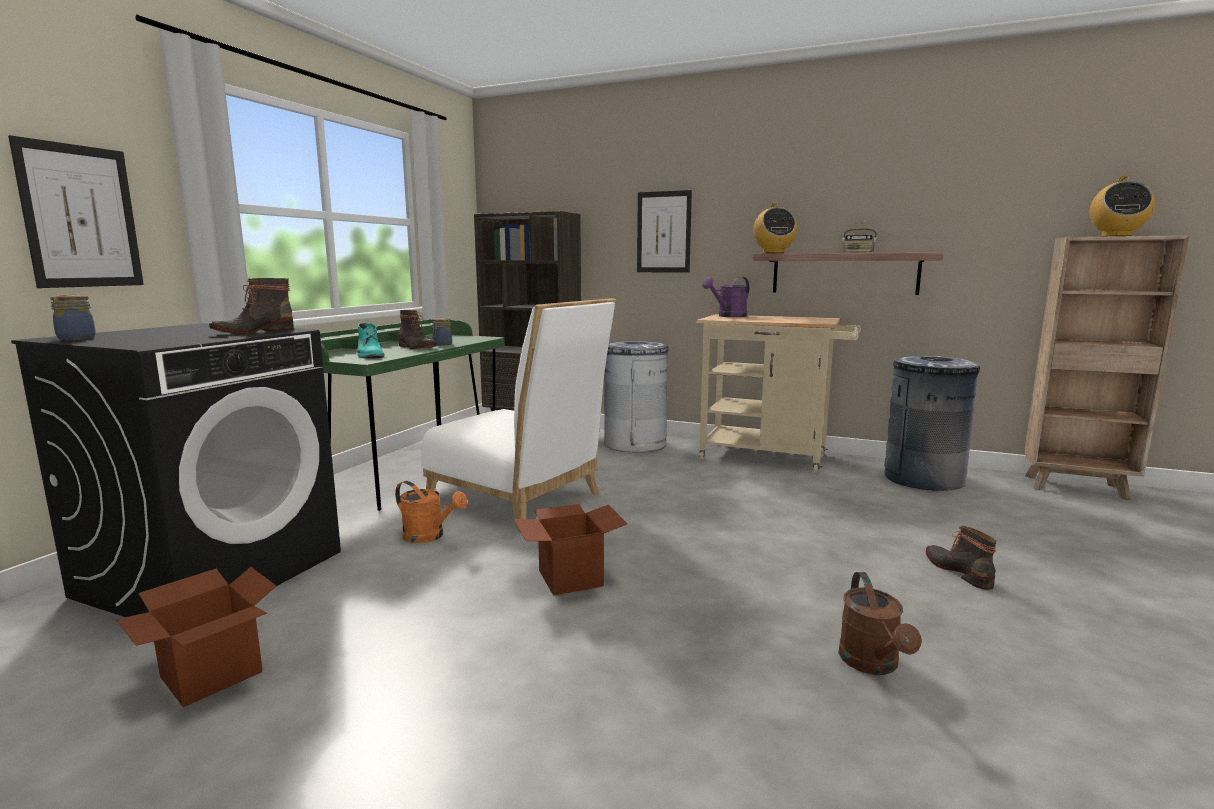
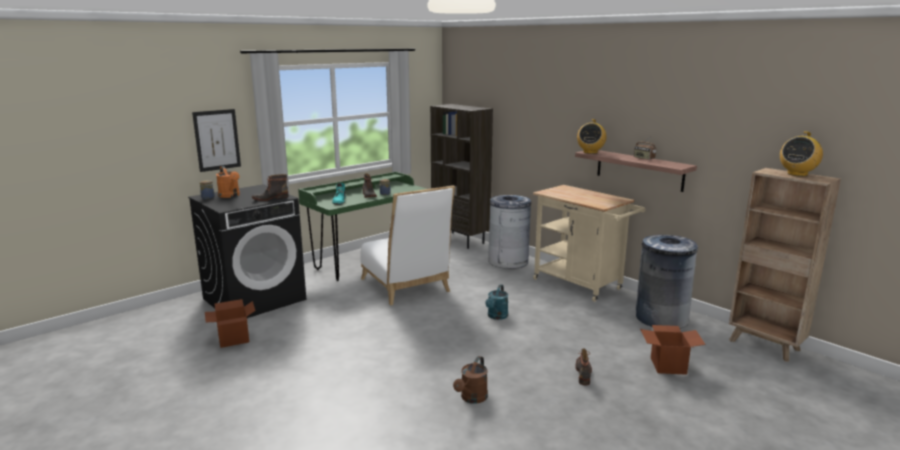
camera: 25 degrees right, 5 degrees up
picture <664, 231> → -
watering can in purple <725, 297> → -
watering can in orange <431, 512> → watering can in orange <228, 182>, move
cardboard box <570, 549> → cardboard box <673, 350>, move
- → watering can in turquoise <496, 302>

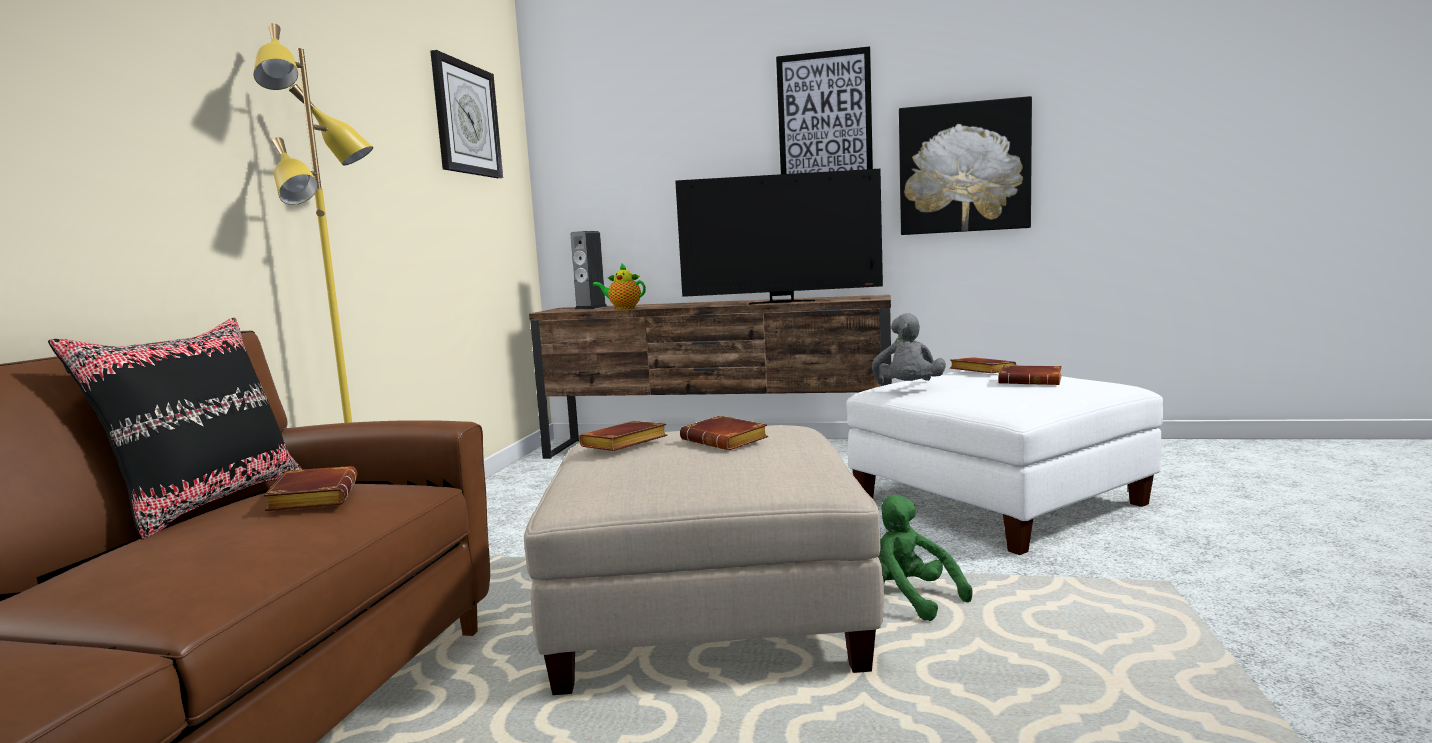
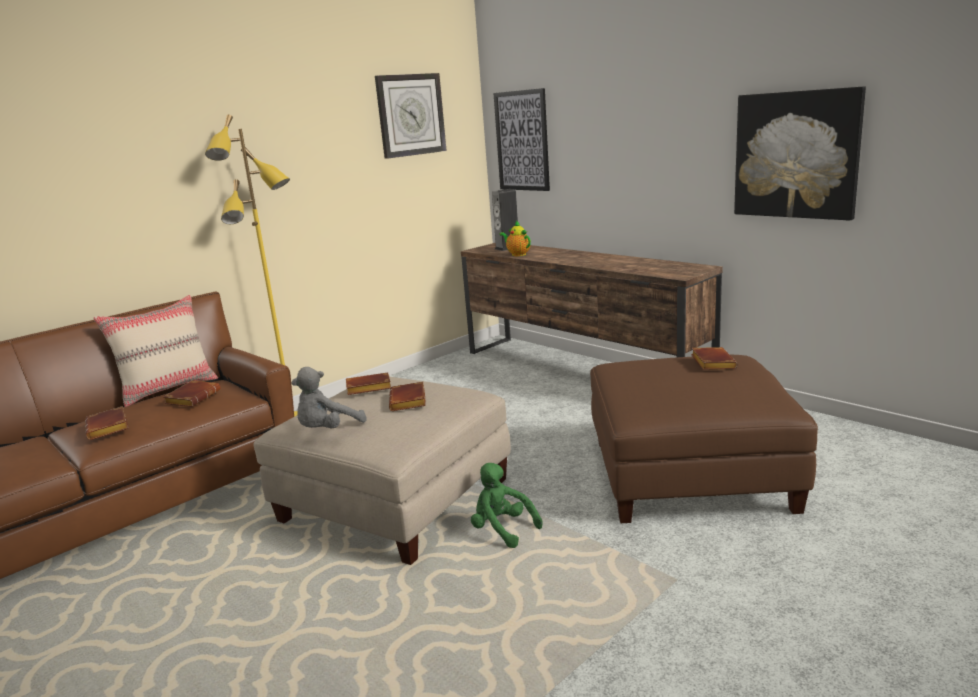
camera: 35 degrees right, 10 degrees up
picture <824, 110> → picture <522, 139>, move
television <779, 237> → -
plush toy in grey <909, 349> → plush toy in grey <329, 397>, move
pillow in black <175, 428> → pillow in beige <155, 351>
book in brown <1030, 375> → book in brown <106, 423>, move
ottoman in white <1005, 462> → ottoman in brown <704, 438>
plush toy in green <925, 558> → plush toy in green <507, 505>, 45 degrees counterclockwise

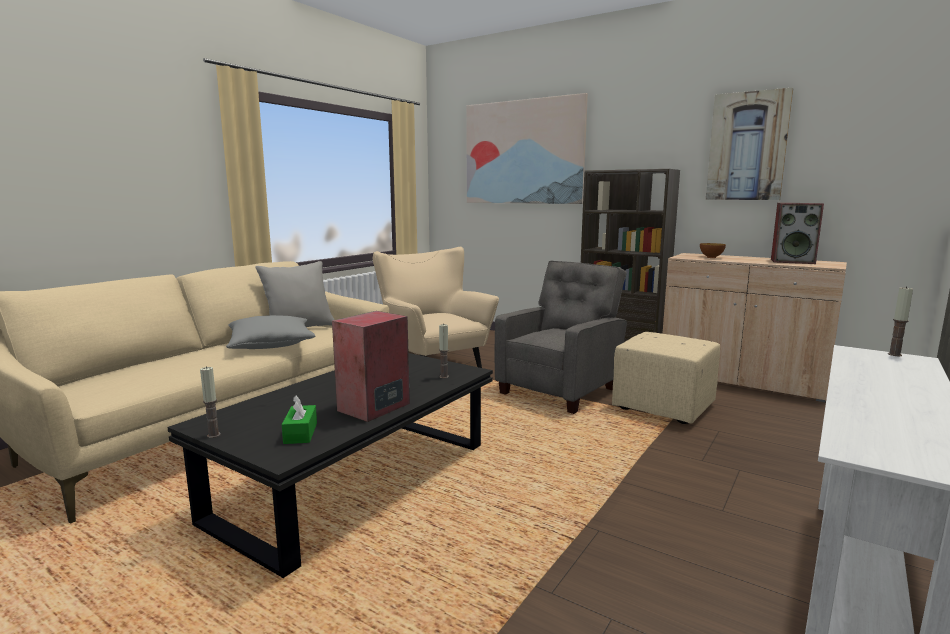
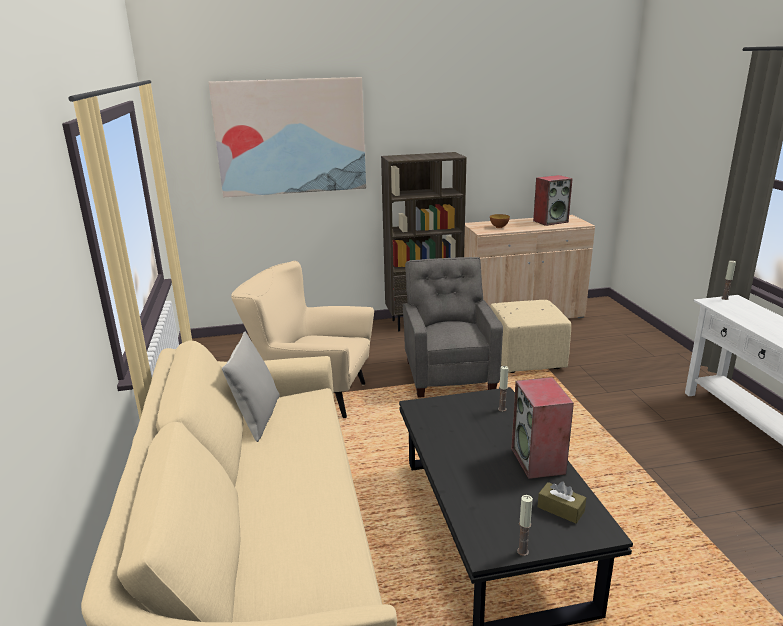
camera: 45 degrees left, 10 degrees up
picture <749, 144> → -
pillow in grey <270, 332> → -
tissue box in green <299, 419> → tissue box in brown <562, 502>

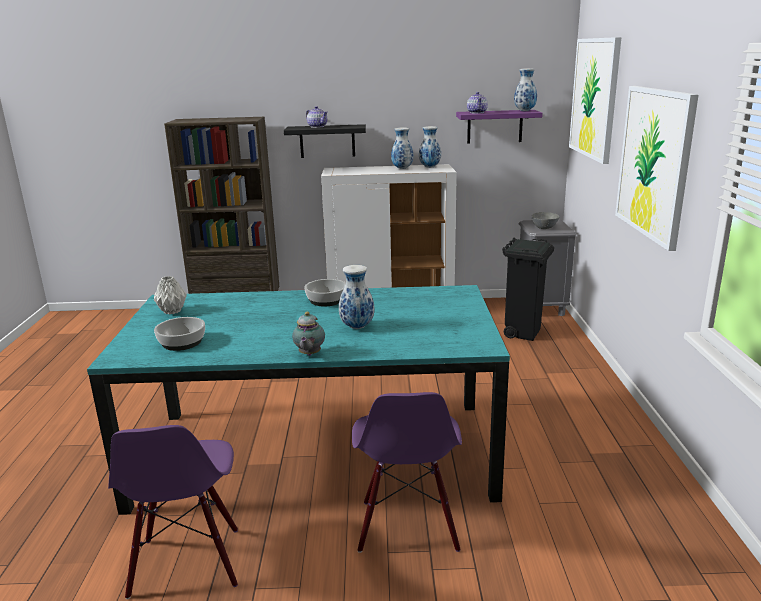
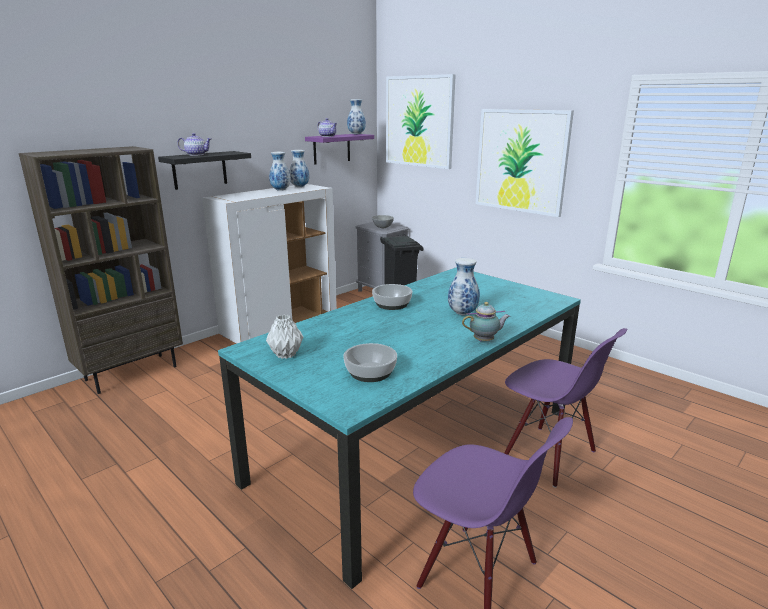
camera: 45 degrees left, 0 degrees up
teapot <308, 334> → teapot <486, 322>, 60 degrees counterclockwise

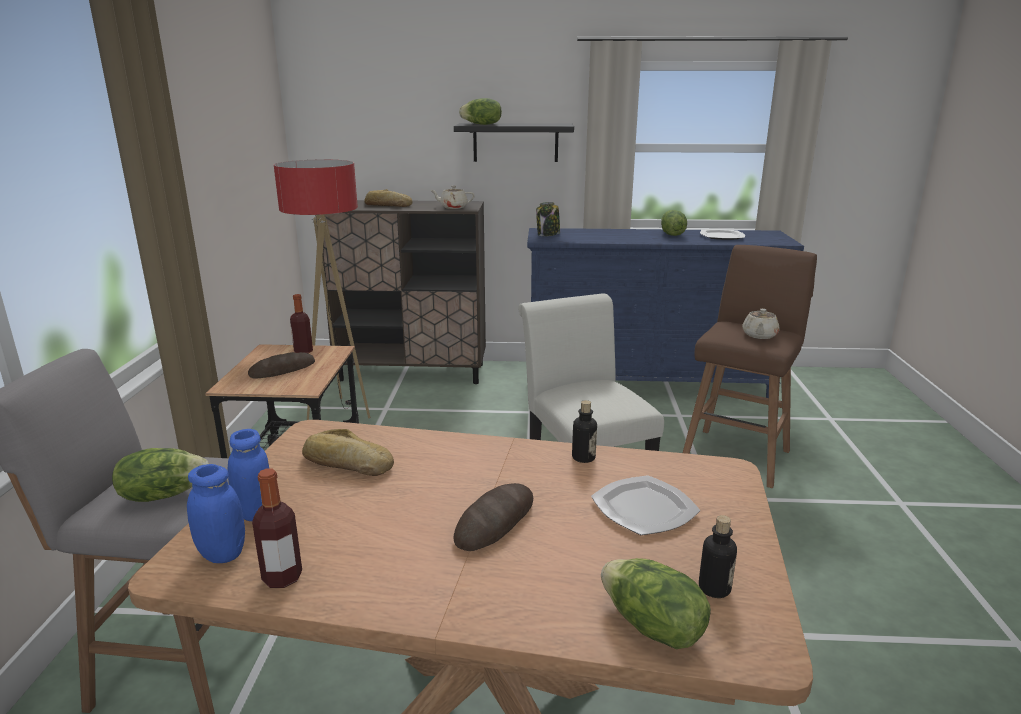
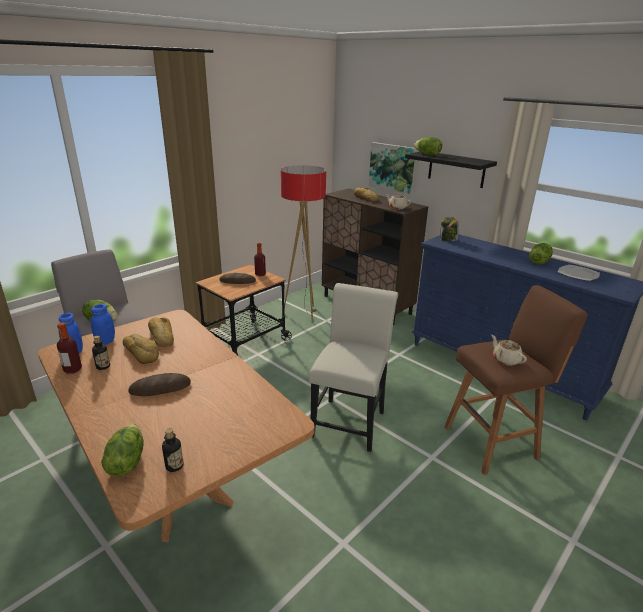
camera: 40 degrees right, 5 degrees up
teapot in beige <760, 324> → teapot in beige <509, 350>, 90 degrees clockwise
bottle <584, 431> → bottle <101, 353>, move
plate <646, 505> → -
- → picture <392, 168>
- → bread <141, 349>

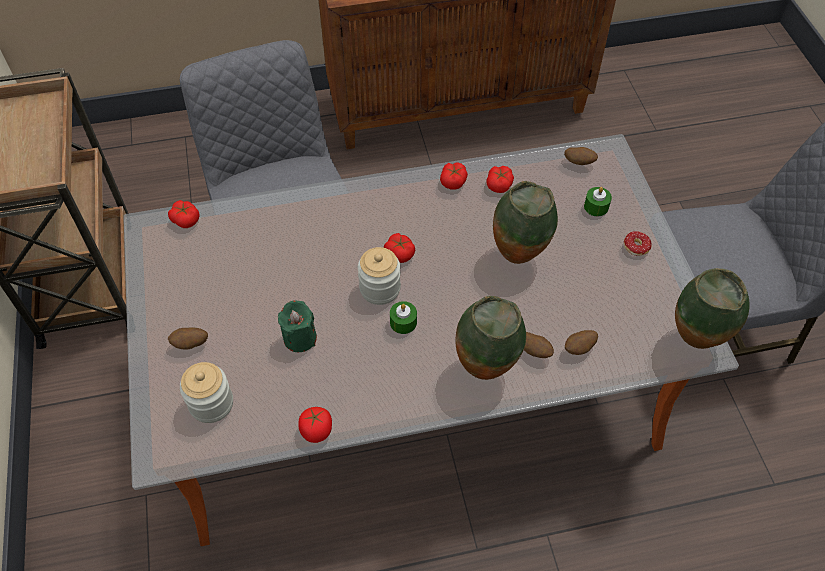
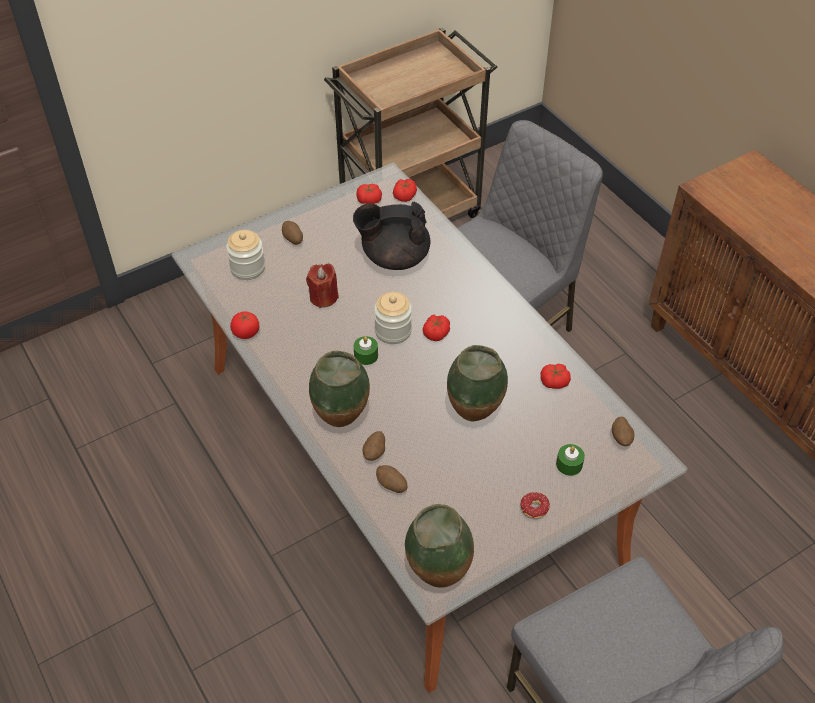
camera: 70 degrees right, 5 degrees down
tomato <454, 176> → tomato <369, 194>, move
candle in green <297, 326> → candle in red <322, 286>
- → teapot in black <392, 236>

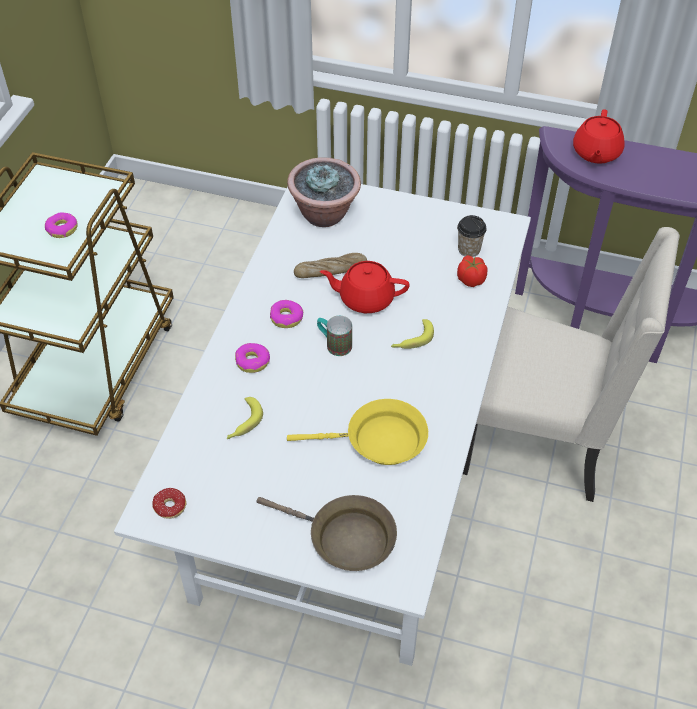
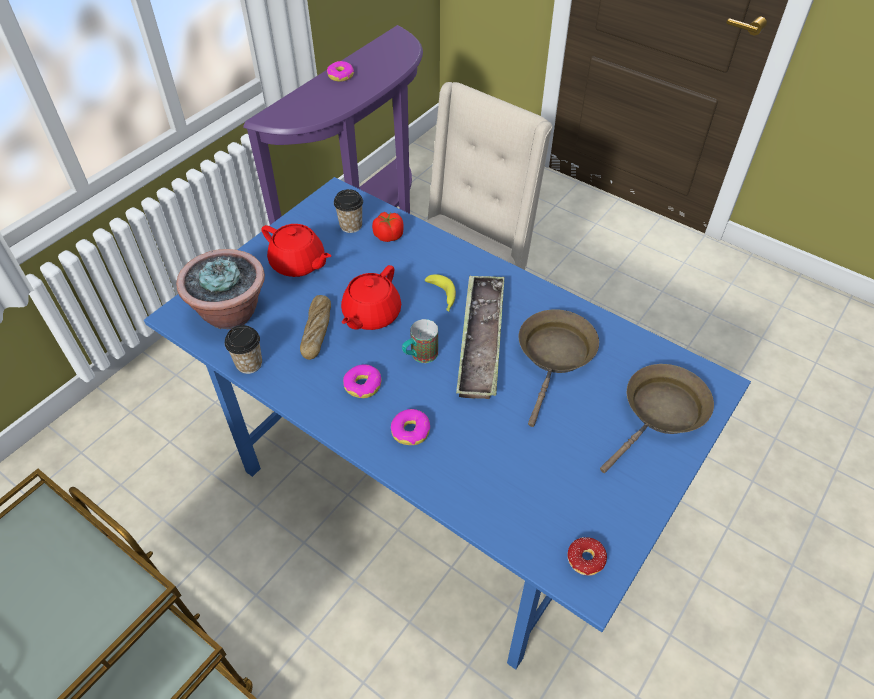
camera: 70 degrees left, 0 degrees up
teapot in red <599, 136> → teapot in red <296, 250>, move
dining table in white <322, 425> → dining table in blue <447, 423>
donut <61, 225> → donut <340, 71>, move
banana <245, 418> → -
frying pan in yellow <357, 432> → frying pan in brown <559, 368>
- → tray <480, 337>
- → cup <243, 349>

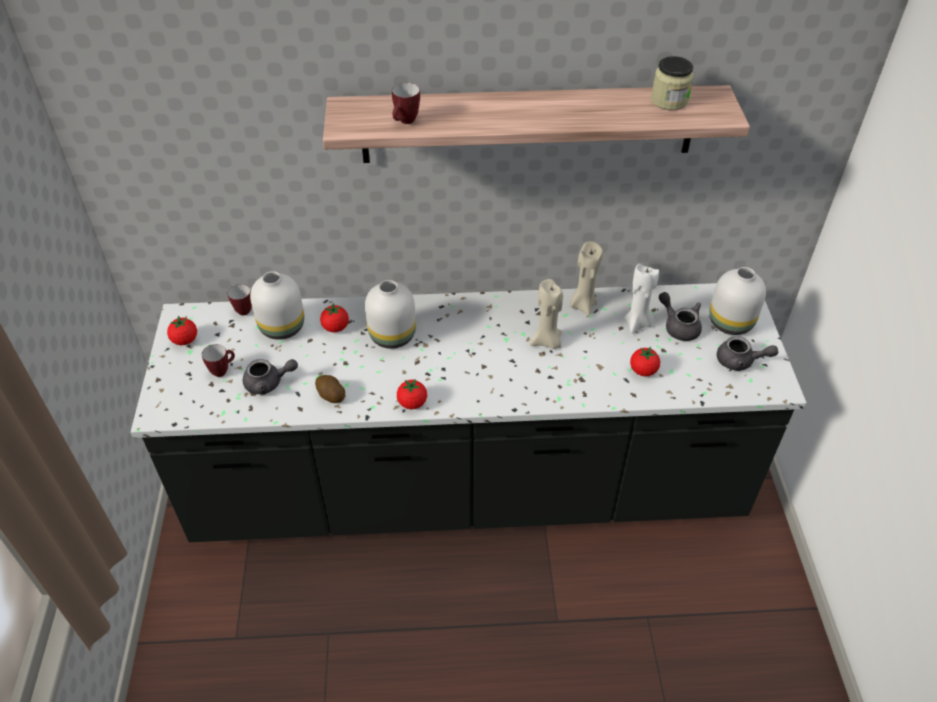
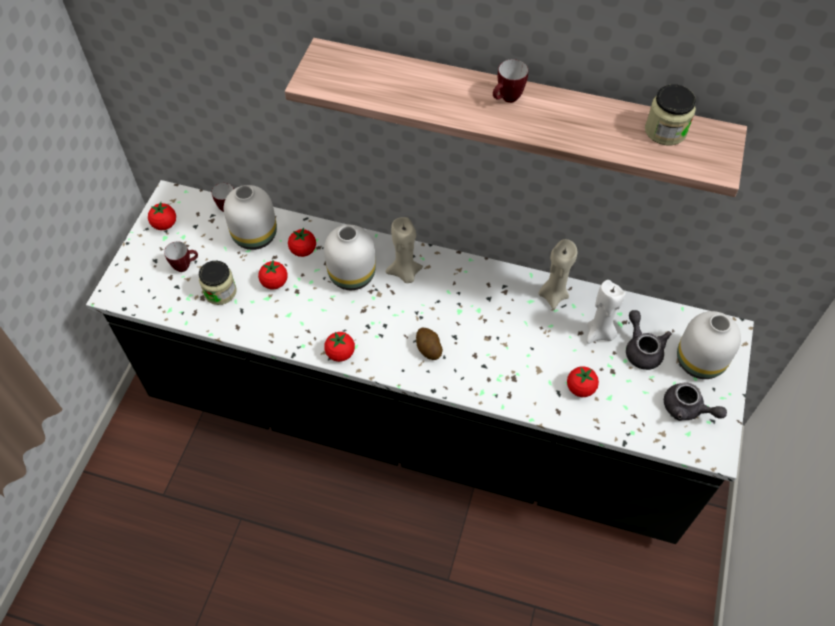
camera: 20 degrees right, 10 degrees up
mug <406, 103> → mug <510, 81>, move
candle in beige <546, 314> → candle in beige <404, 250>, move
teapot in grey <270, 377> → jar <218, 283>
potato <330, 389> → potato <429, 344>, move
- → tomato <273, 274>

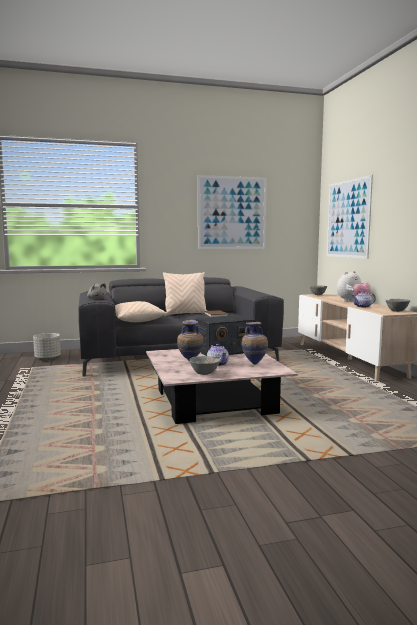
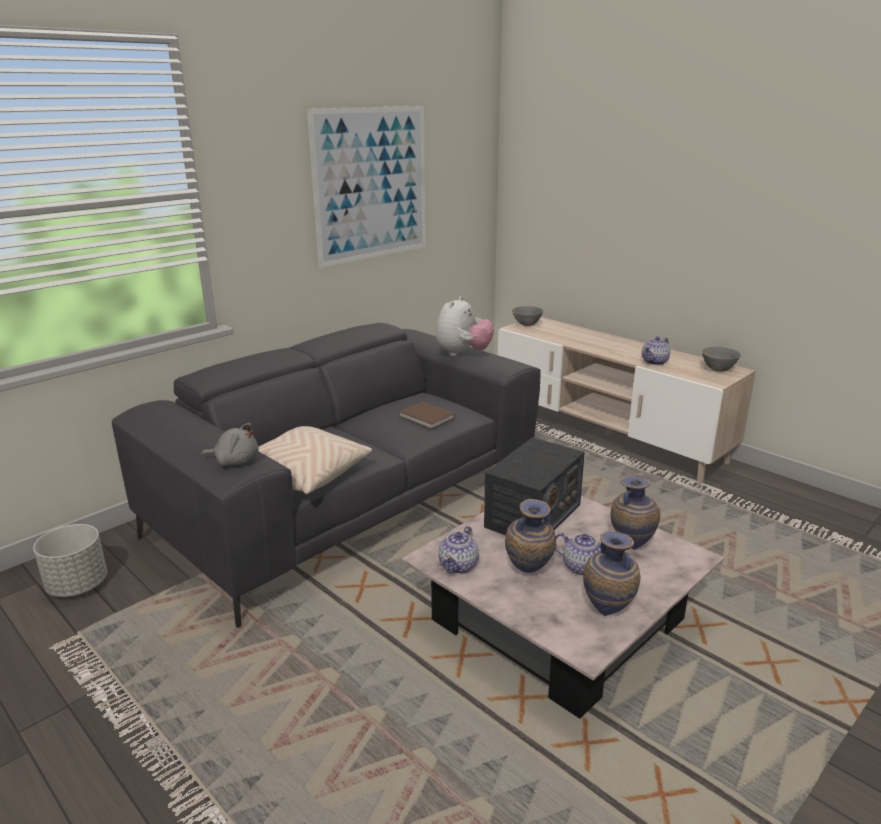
camera: 30 degrees left, 15 degrees up
picture <350, 217> → -
plush toy <353, 286> → plush toy <465, 326>, move
pillow in beige <185, 294> → -
bowl in grey <204, 365> → vase <612, 573>
- → teapot <459, 550>

